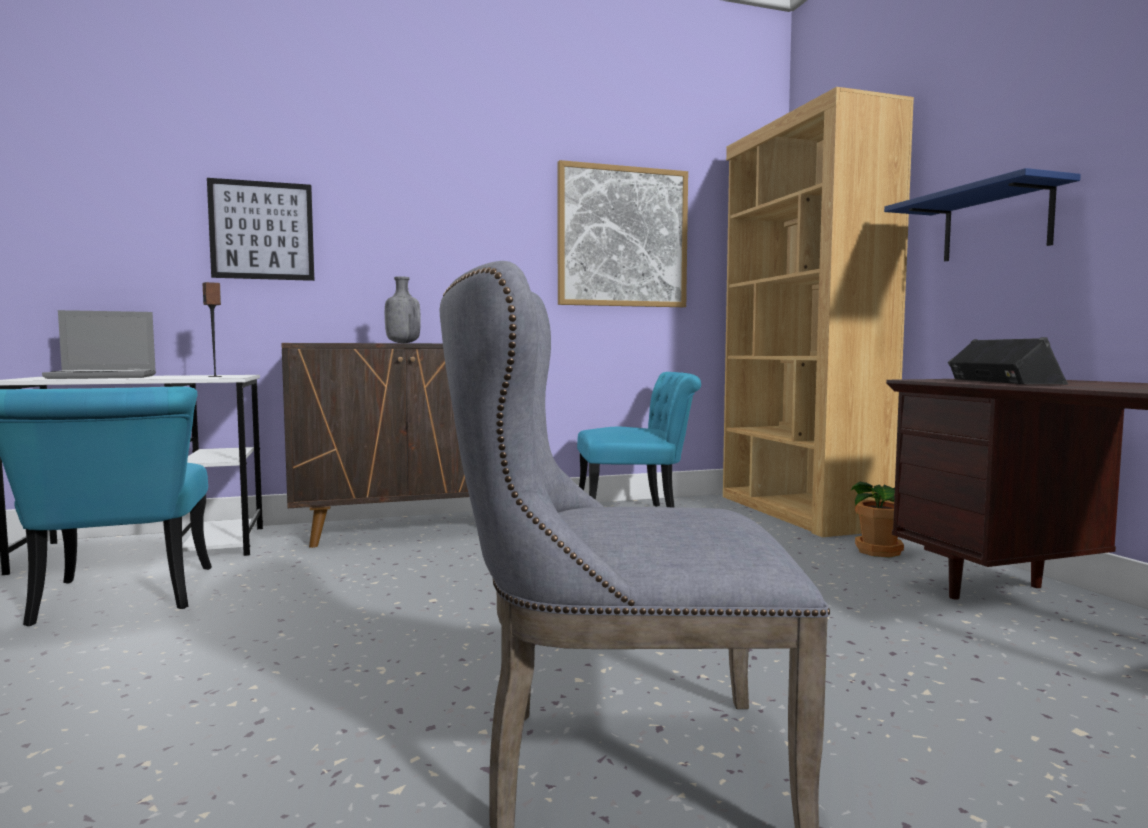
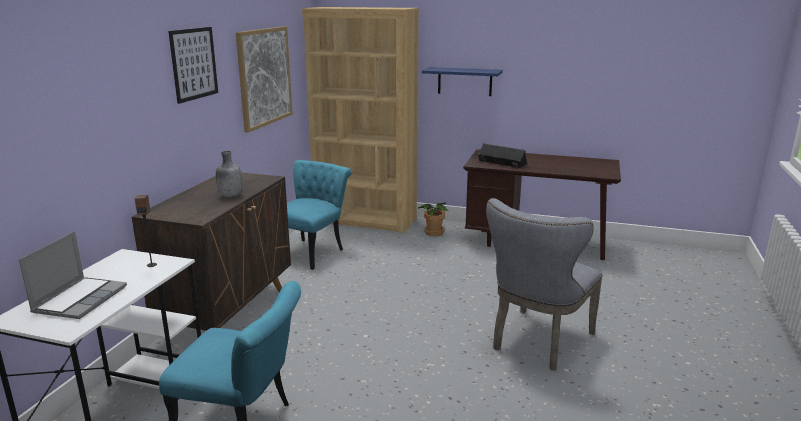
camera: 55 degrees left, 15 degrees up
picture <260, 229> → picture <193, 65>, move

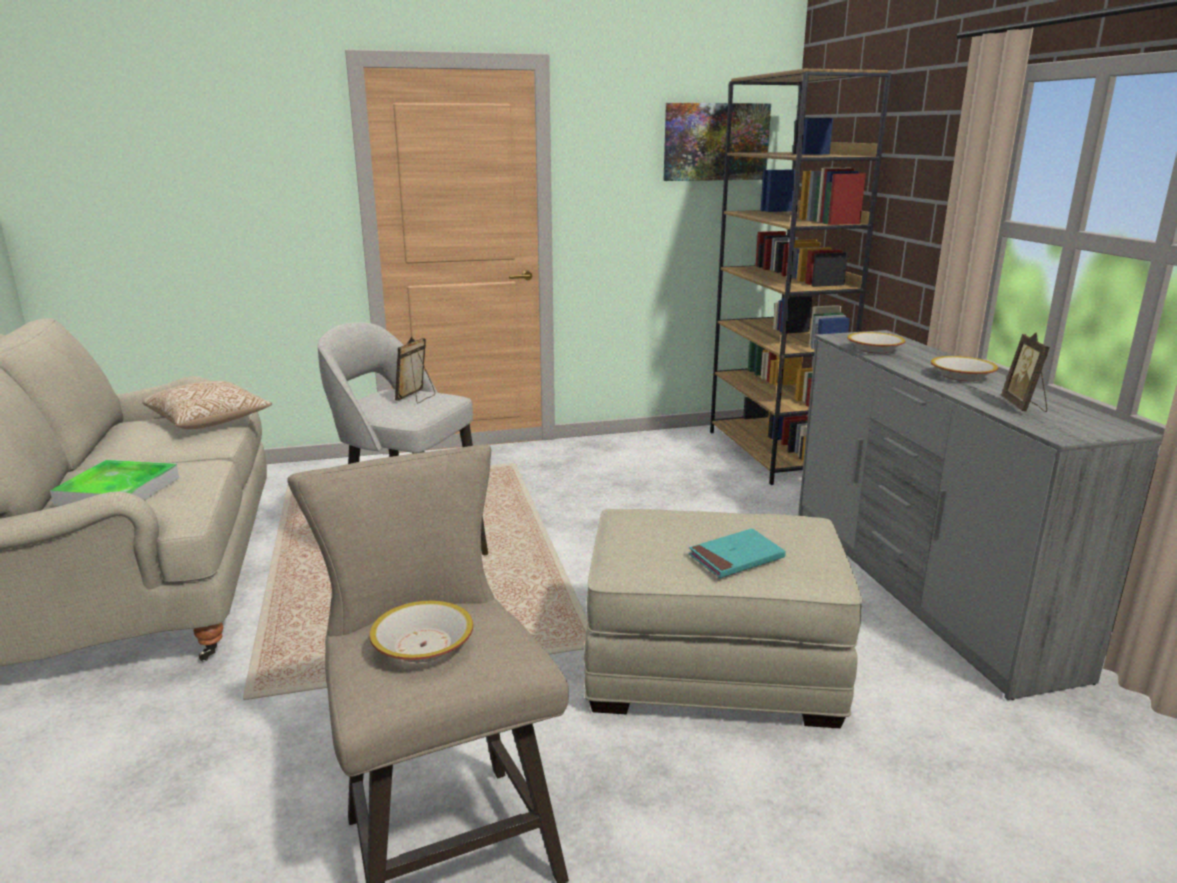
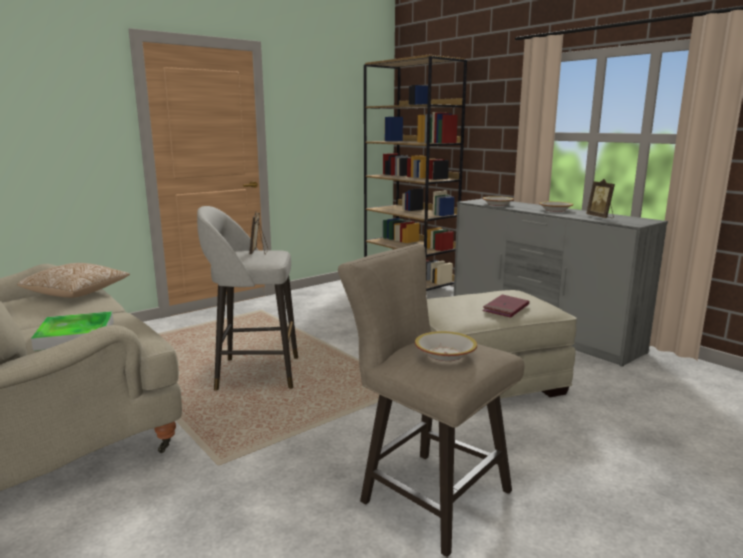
camera: 25 degrees left, 5 degrees down
picture <717, 142> → -
book in turquoise <737, 553> → book in red <506, 306>

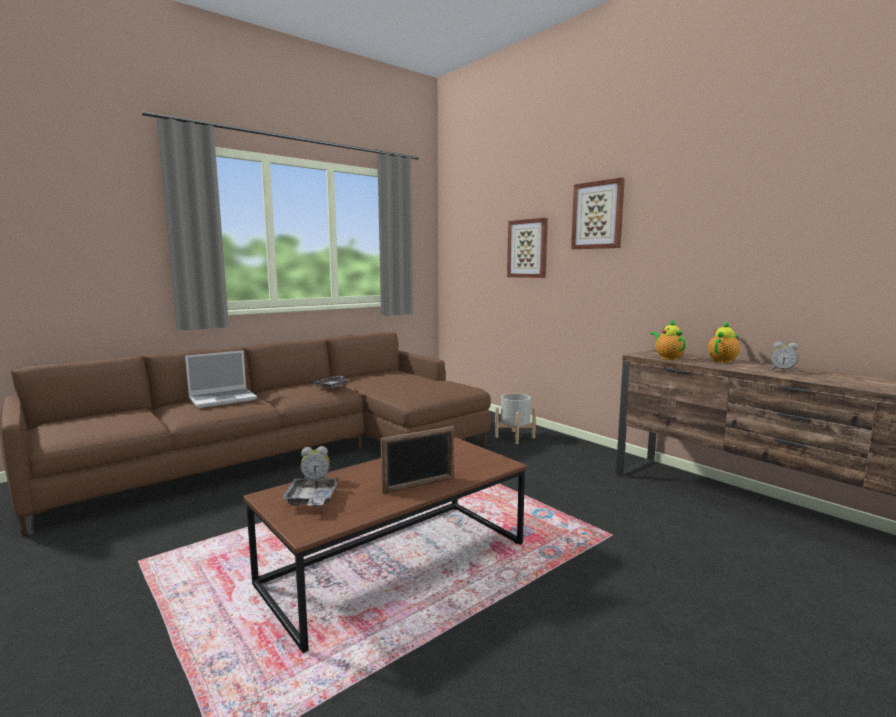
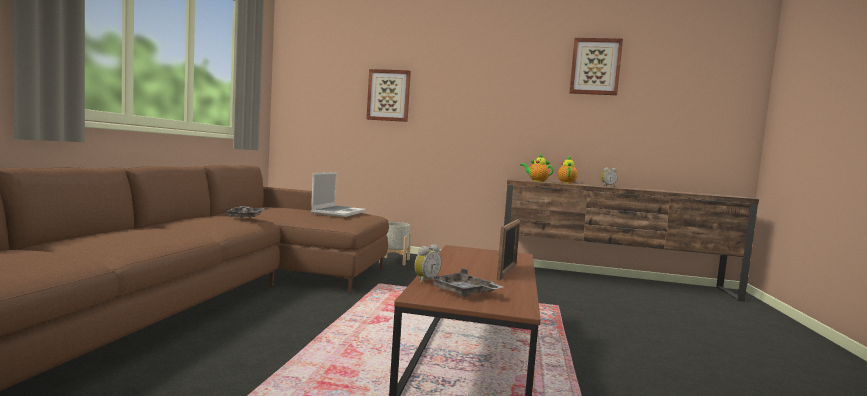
camera: 40 degrees left, 5 degrees down
picture <598, 213> → picture <596, 66>, move
laptop <221, 379> → laptop <338, 194>, move

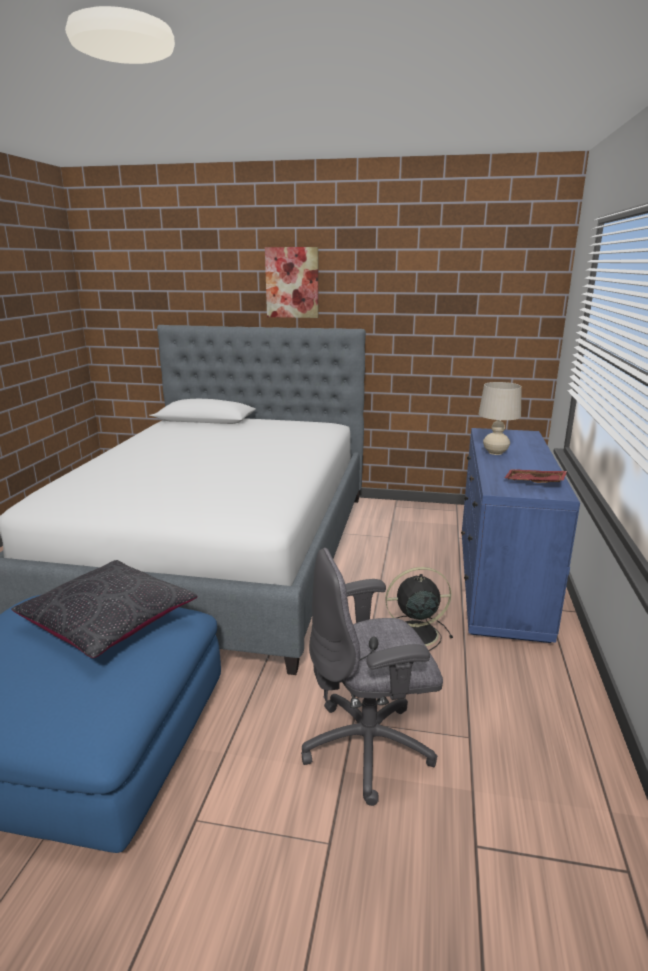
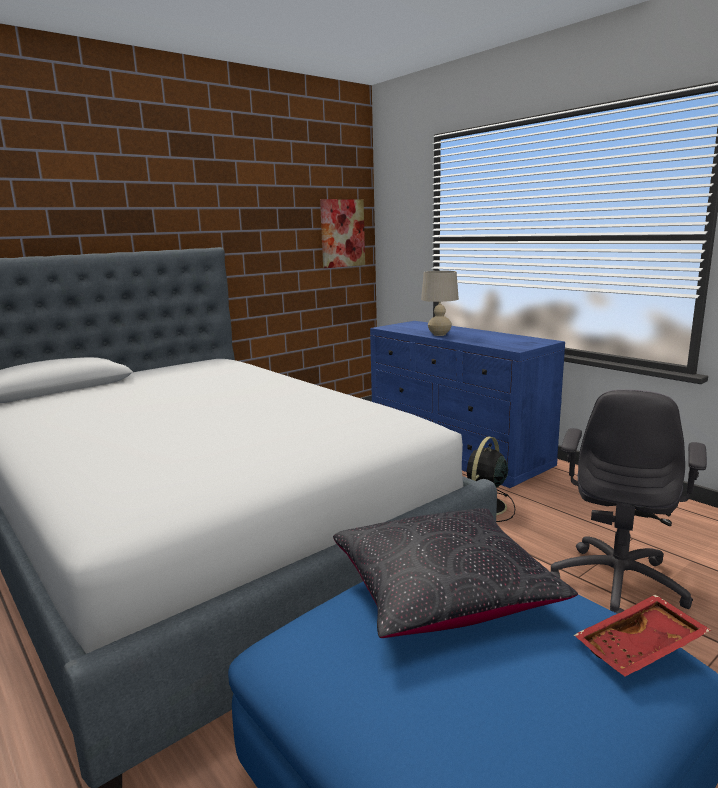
camera: 50 degrees left, 5 degrees down
picture <292, 282> → picture <342, 233>, move
tray in red <535, 476> → tray in red <642, 636>, move

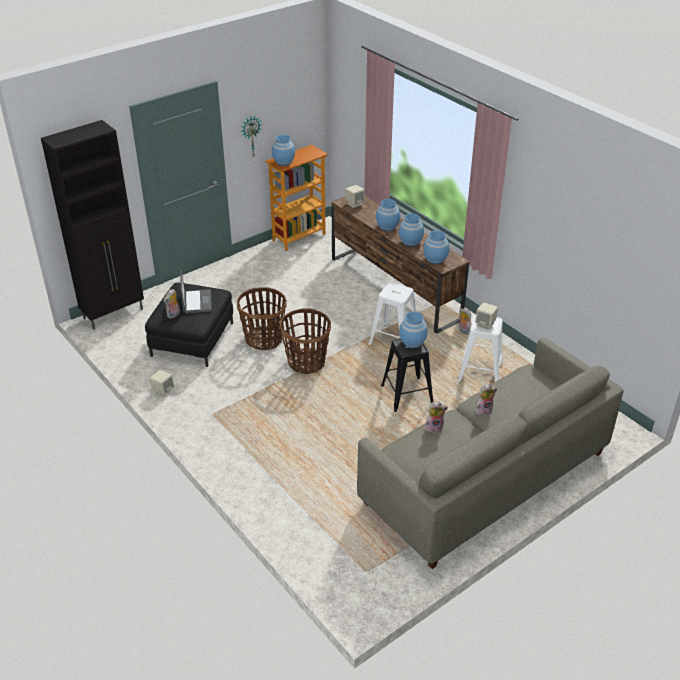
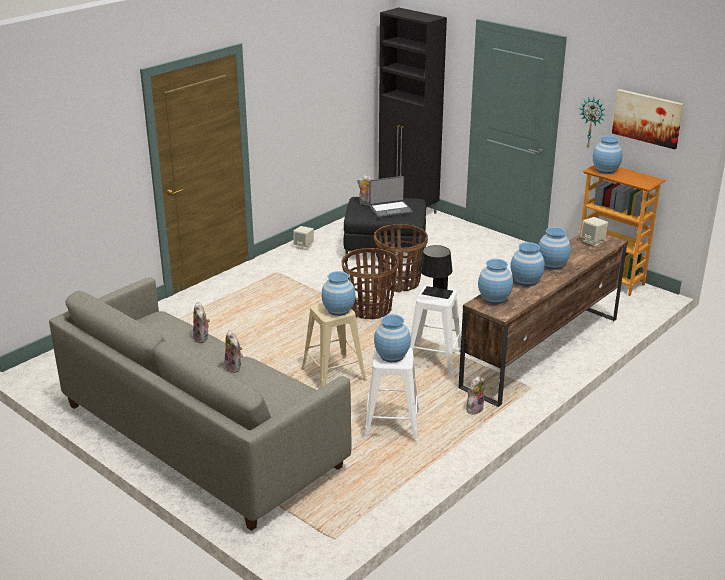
camera: 80 degrees right, 10 degrees down
speaker in beige <486, 316> → vase in blue <392, 338>
stool in black <407, 375> → stool in beige <334, 345>
- → picture <648, 119>
- → table lamp in black <436, 272>

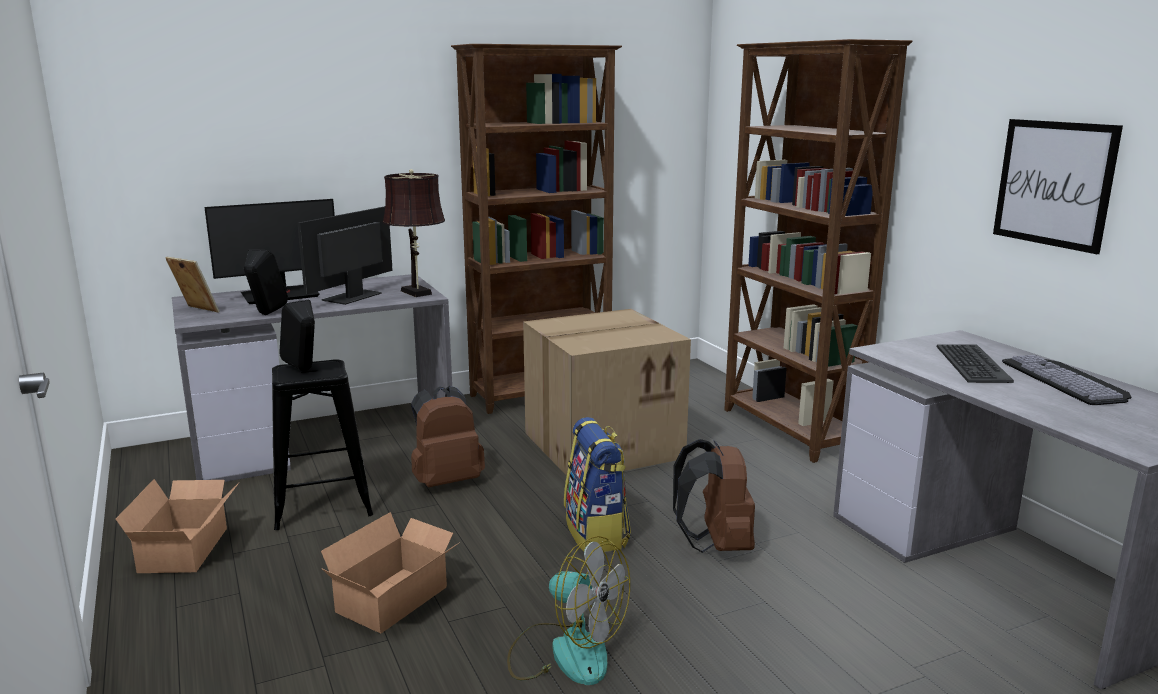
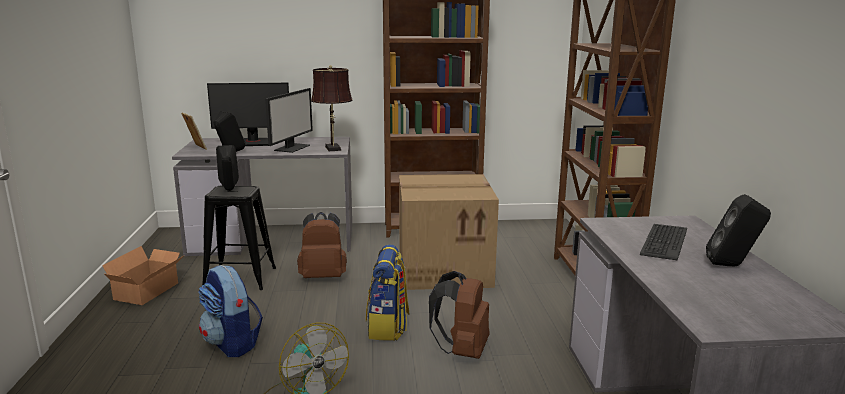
camera: 20 degrees right, 0 degrees up
picture <1058, 186> → -
monitor <345, 255> → monitor <289, 120>, 150 degrees clockwise
keyboard <1066, 380> → speaker in black <738, 230>
cardboard box <390, 572> → backpack <231, 311>

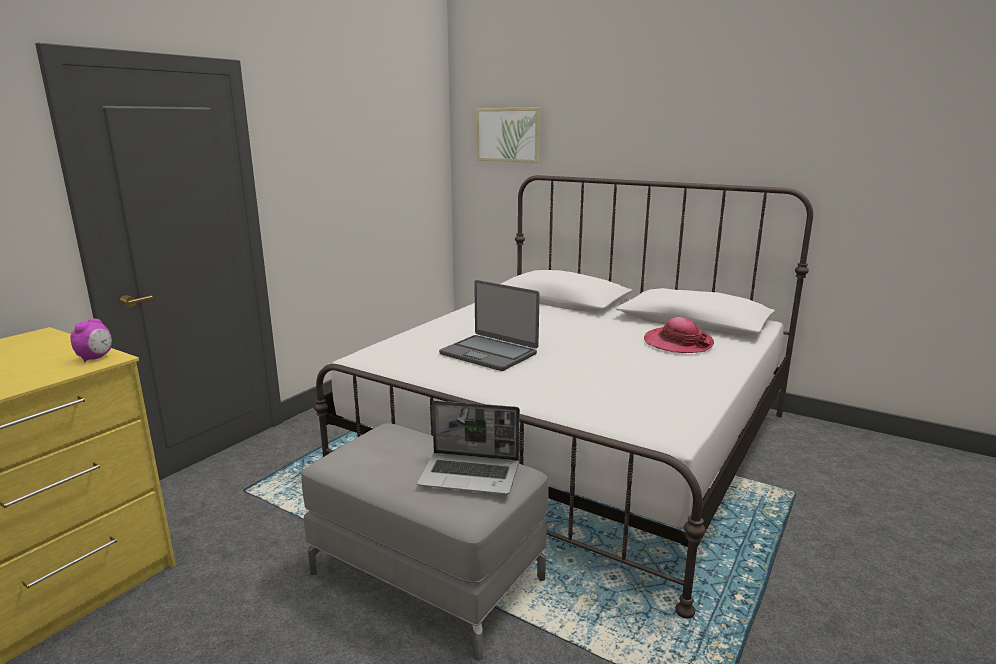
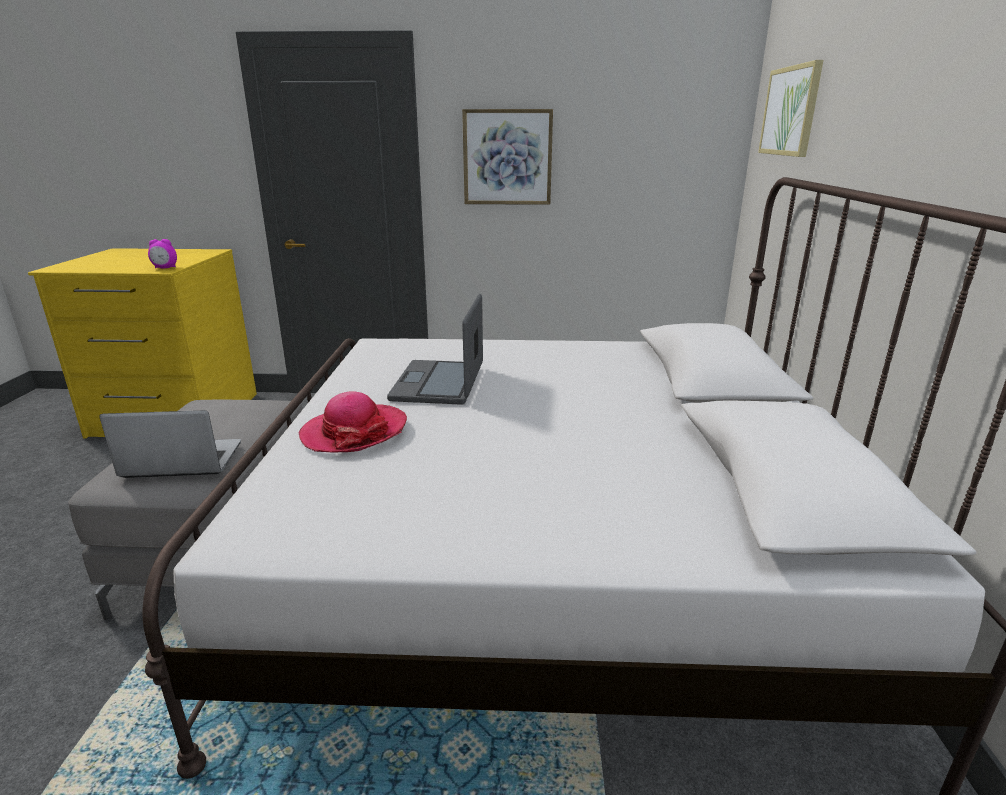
camera: 60 degrees right, 5 degrees up
hat <679, 335> → hat <353, 421>, move
laptop <468, 447> → laptop <170, 444>, 105 degrees clockwise
- → picture <507, 157>

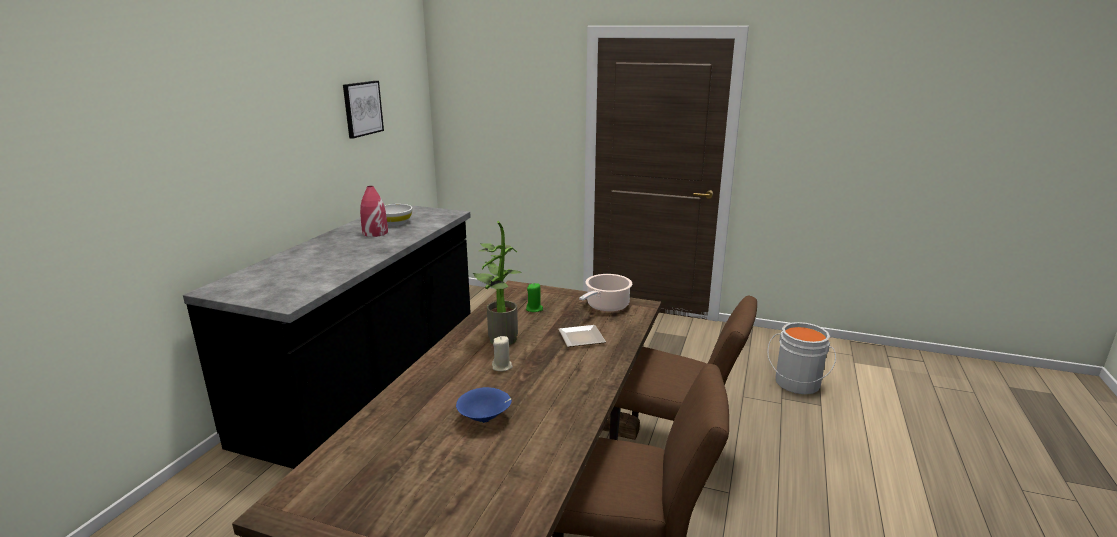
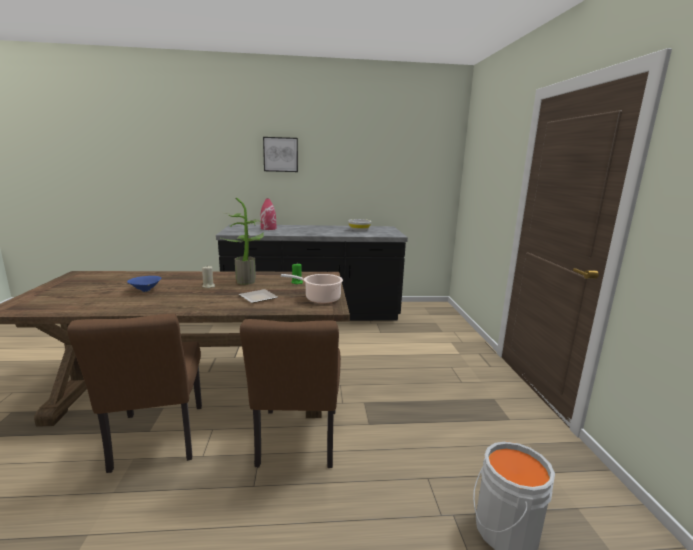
camera: 65 degrees right, 5 degrees down
picture <363, 110> → picture <280, 154>, move
vase in red <374, 211> → vase in red <268, 214>, move

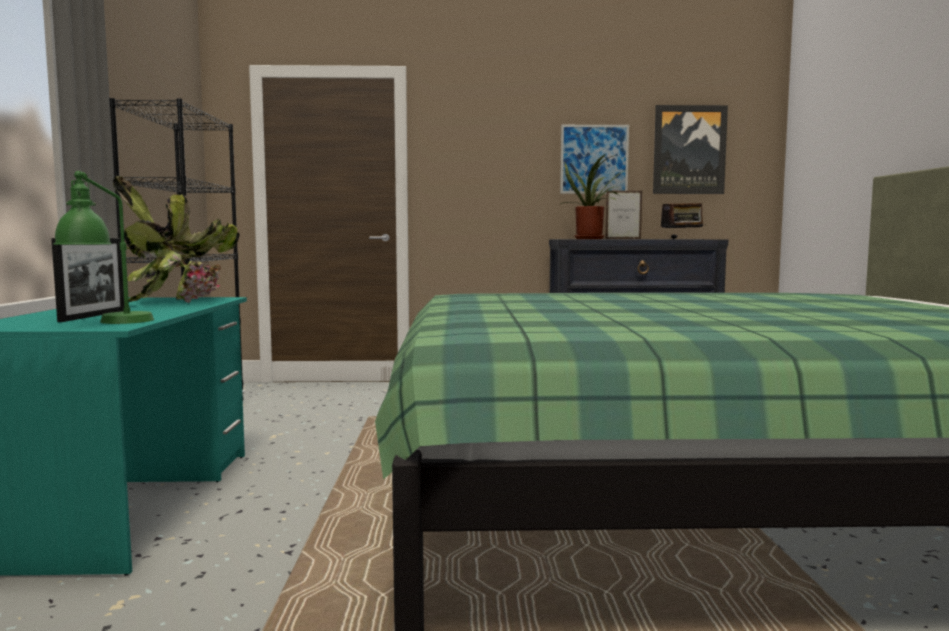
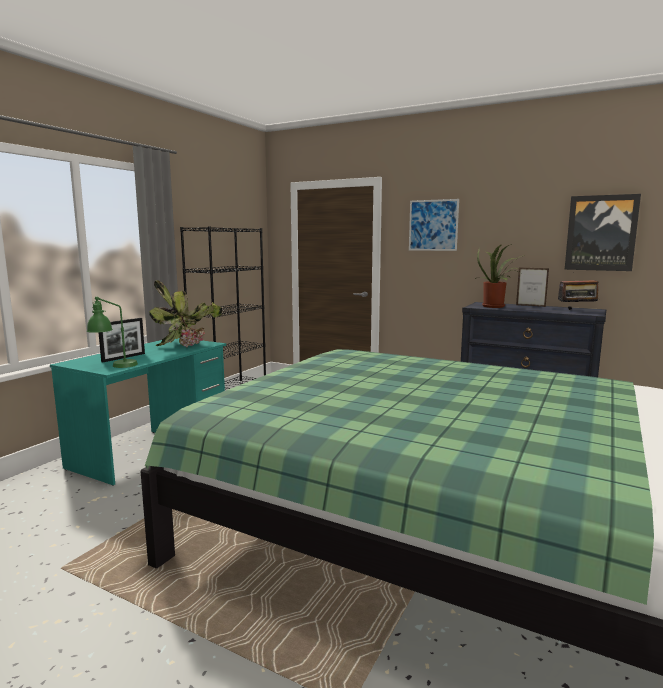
camera: 30 degrees right, 5 degrees up
picture <594, 159> → picture <434, 225>, move

